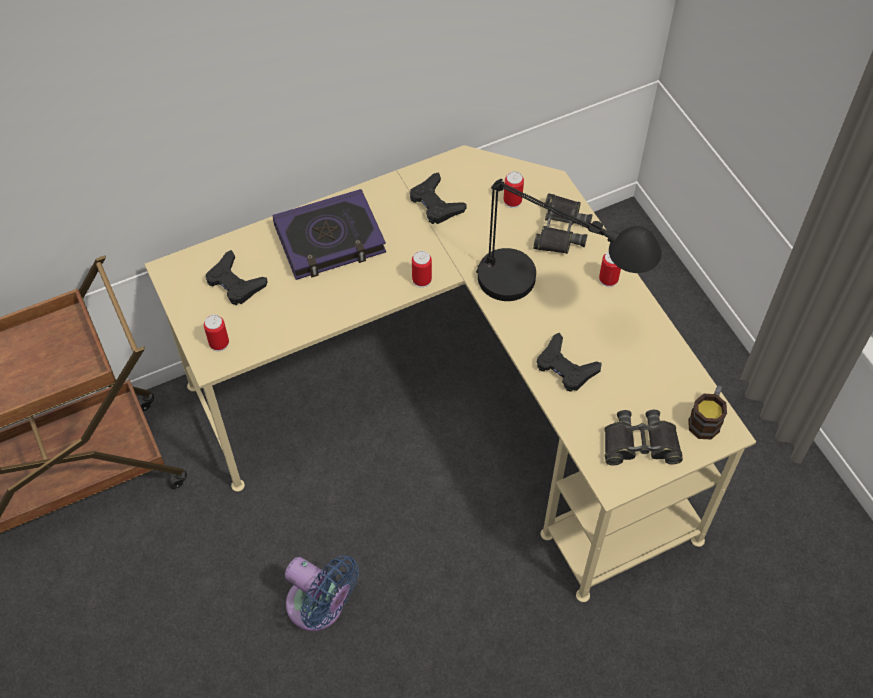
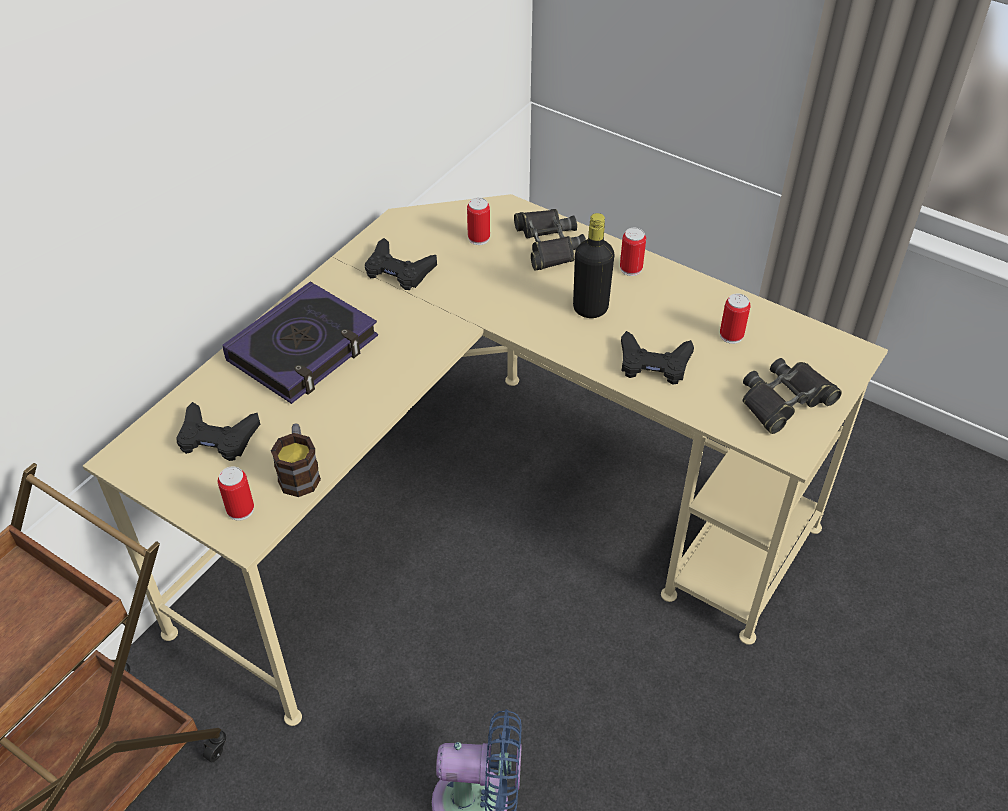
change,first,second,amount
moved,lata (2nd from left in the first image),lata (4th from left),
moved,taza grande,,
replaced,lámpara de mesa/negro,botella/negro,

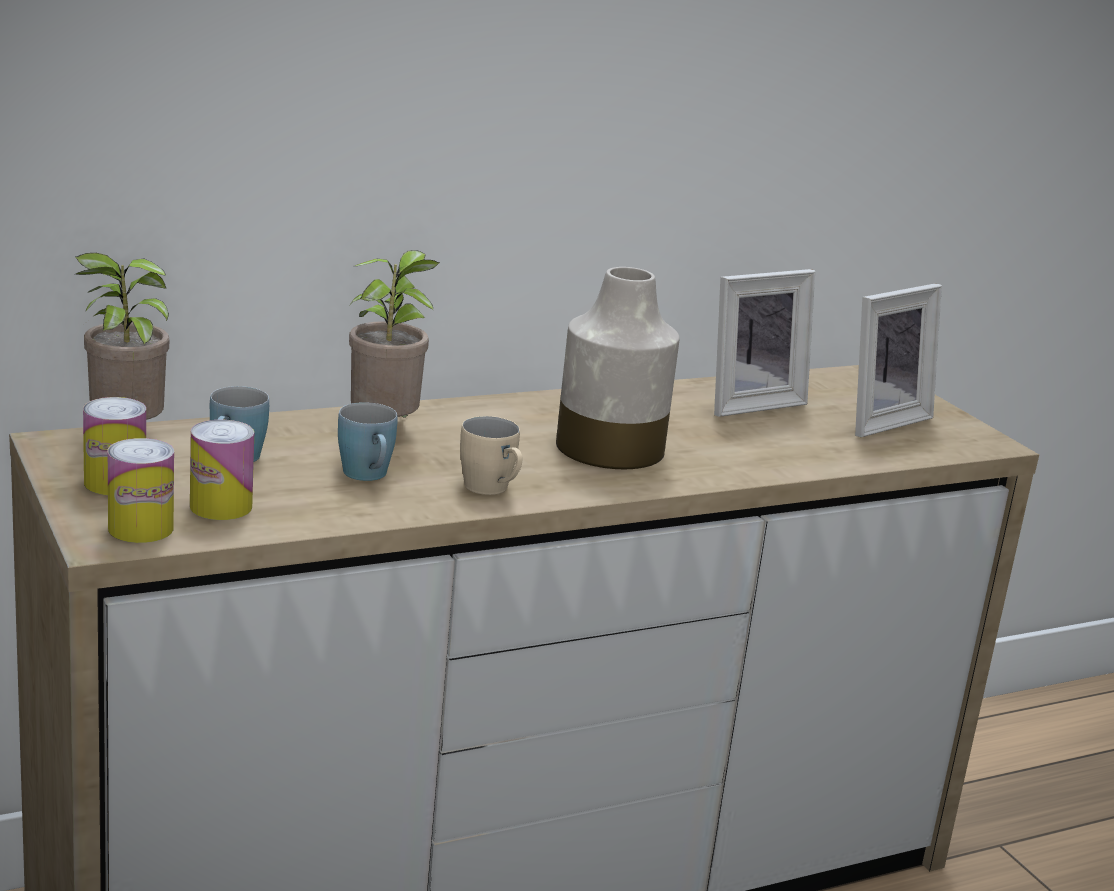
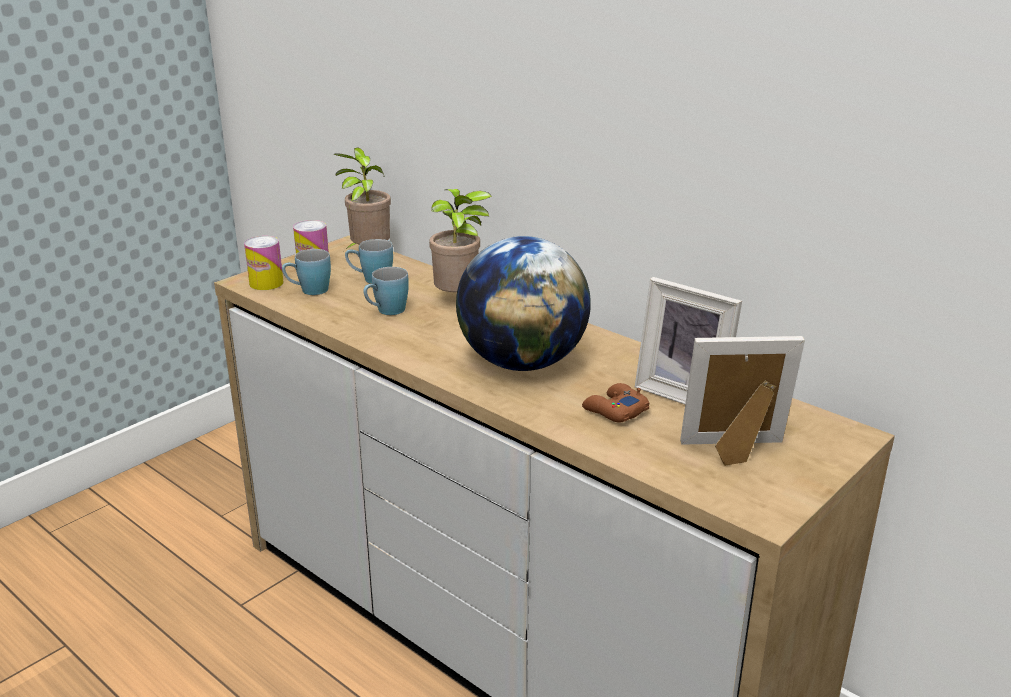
change,first,second,amount
removed,taza grande/beis,,
added,,mando de consola/marrón,
replaced,lata (3rd from left),taza grande/azul (1st from left),
replaced,florero/beis,globo terráqueo,
turned,portarretratos (2nd from left),,150 degrees clockwise

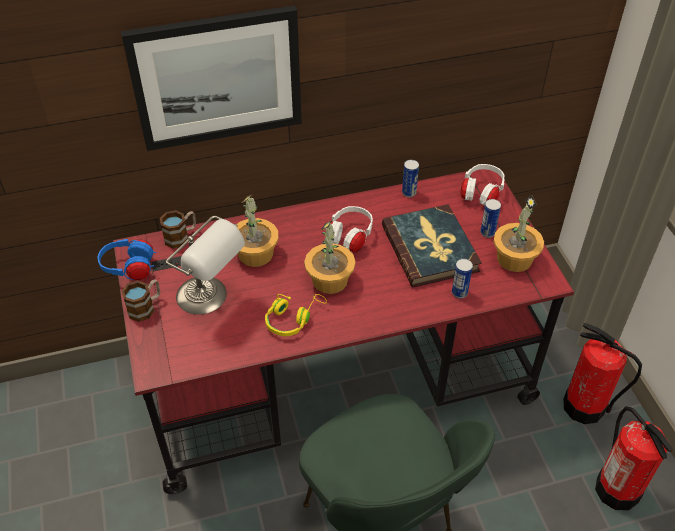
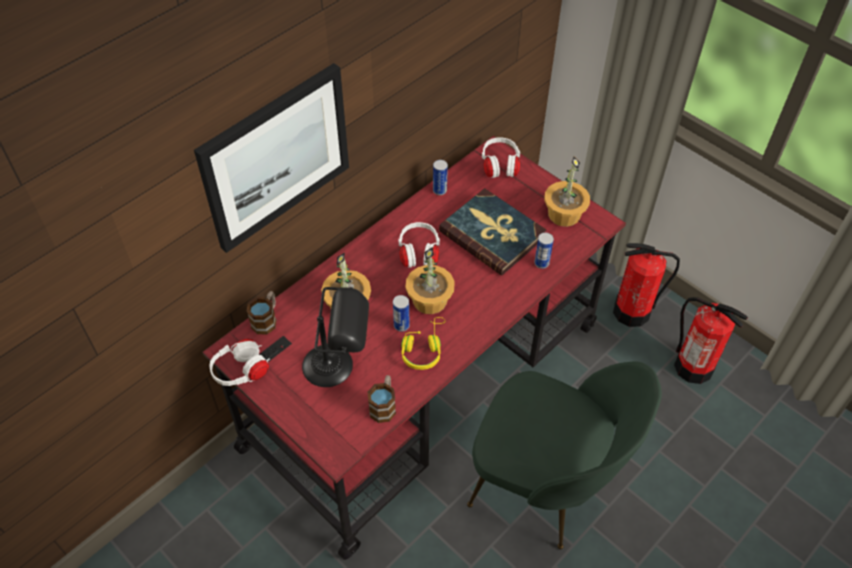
change,first,second,amount
moved,taza grande (1st from left in the first image),taza grande (2nd from left),
moved,lata (3rd from left in the first image),lata (1st from left),
recoloured,auriculares/azul,auriculares/blanco (1st from left),
recoloured,lámpara de mesa/blanco,lámpara de mesa/negro,

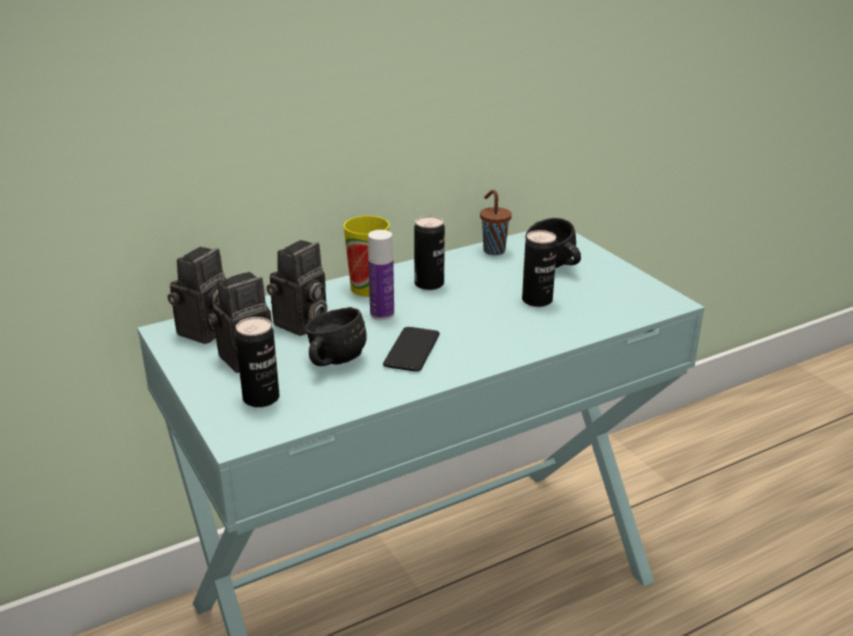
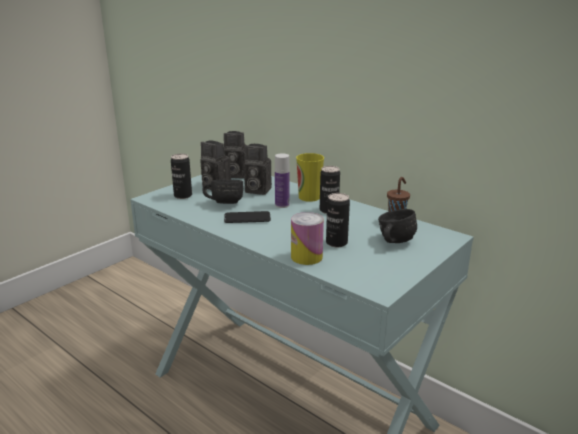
change,first,second,amount
added,,lata (2nd from left),

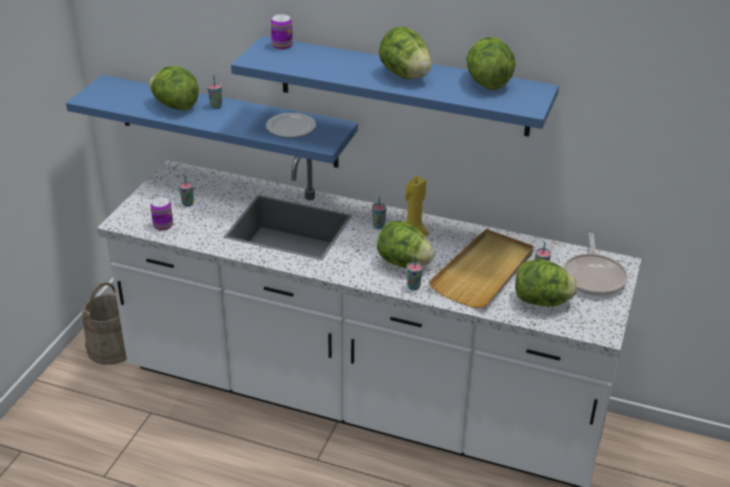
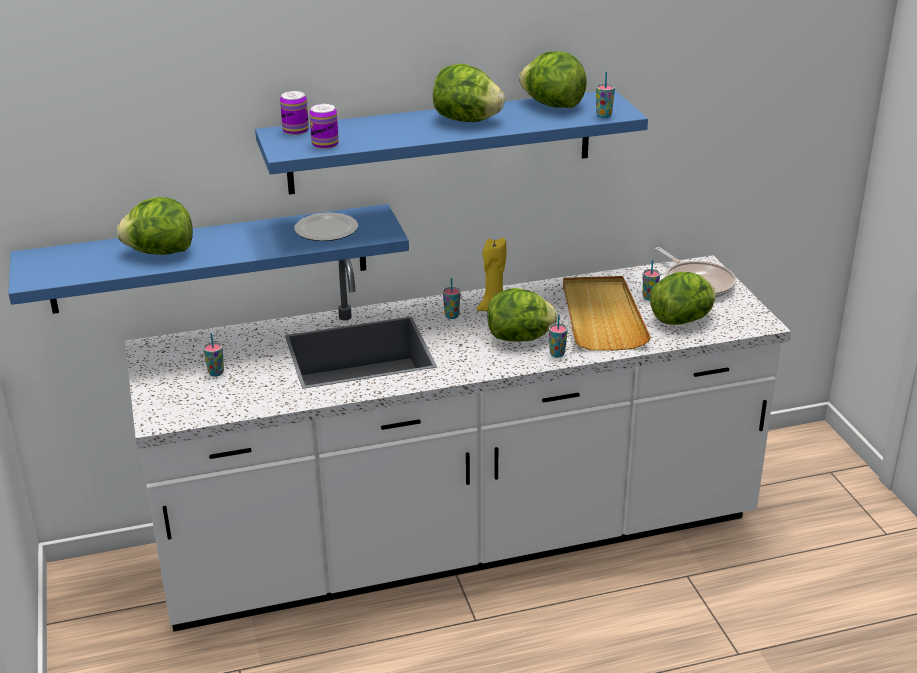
change,first,second,amount
removed,cubo/beis,,
moved,lata (1st from left in the first image),lata (2nd from left),
moved,taza (2nd from left in the first image),taza (4th from left),

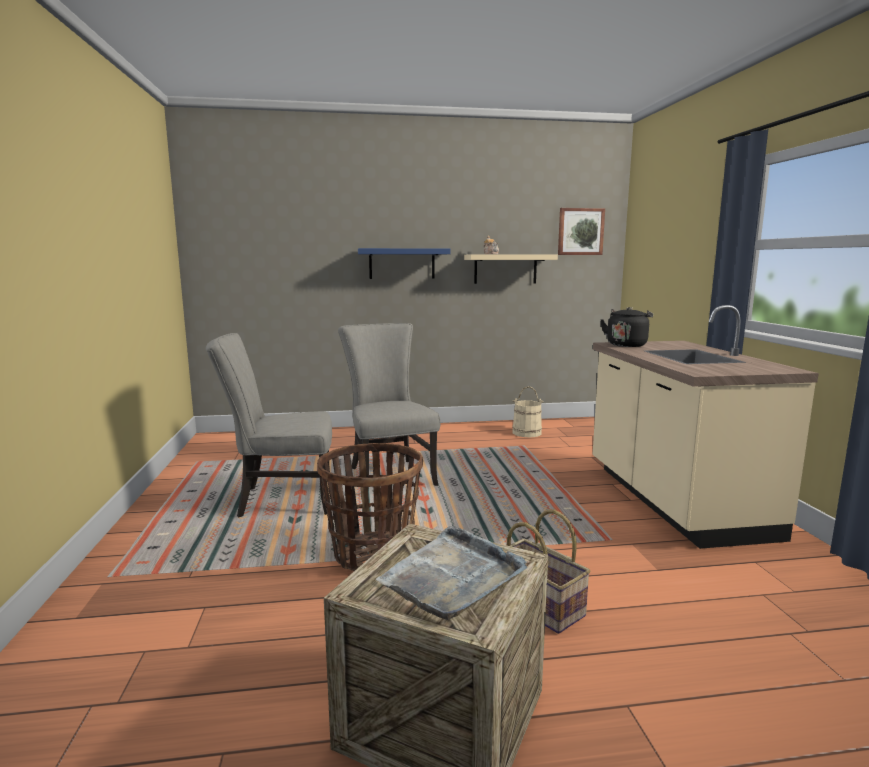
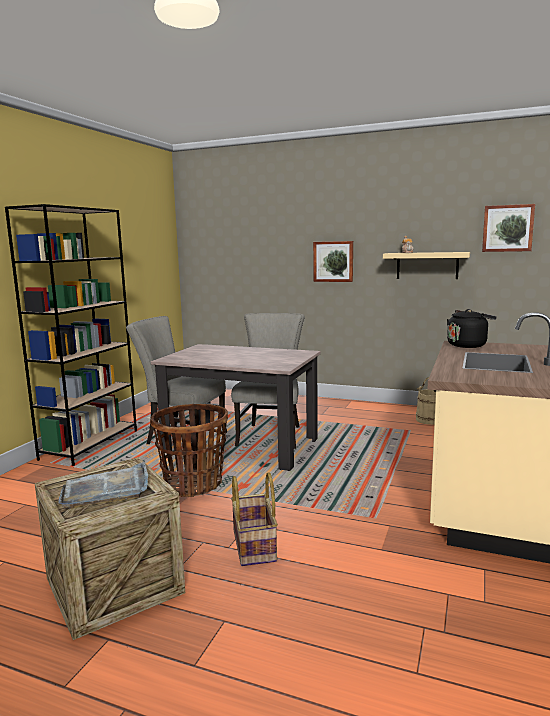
change,first,second,amount
added,,estantería/beis,
added,,mesa de comedor/beis,
replaced,estante/azul,cuadro (1st from left),

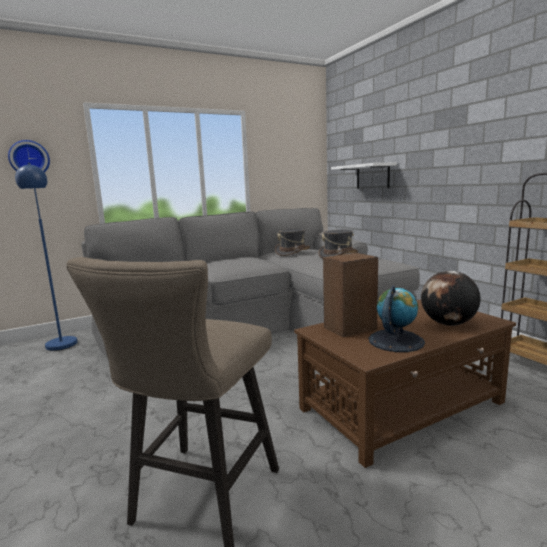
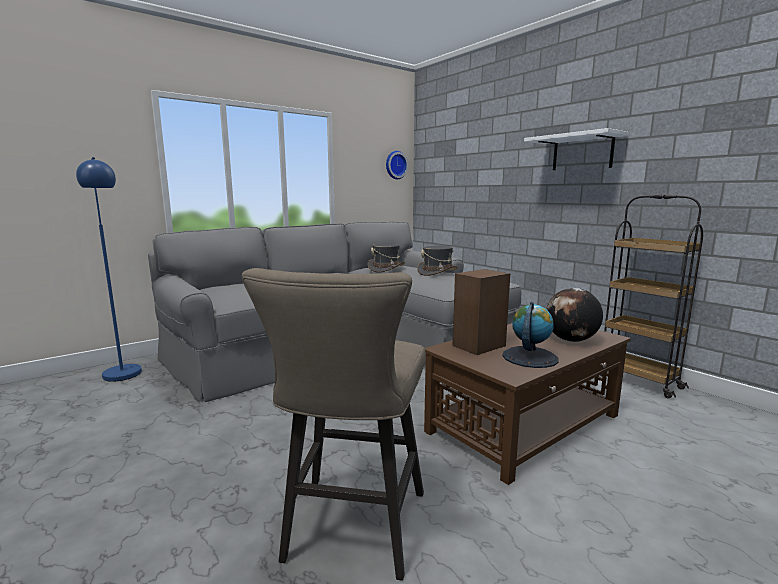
change,first,second,amount
moved,reloj de pared,,
moved,estante/blanco,,

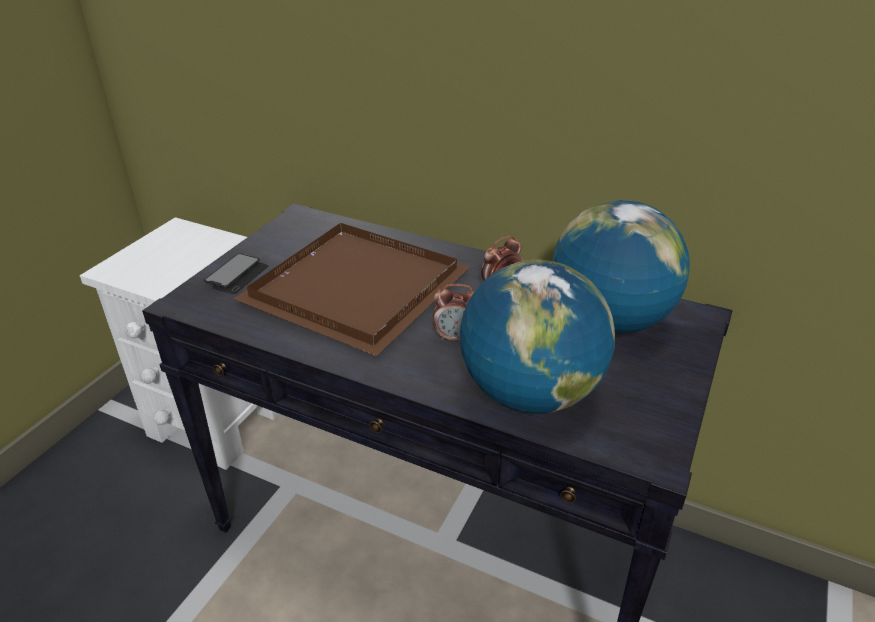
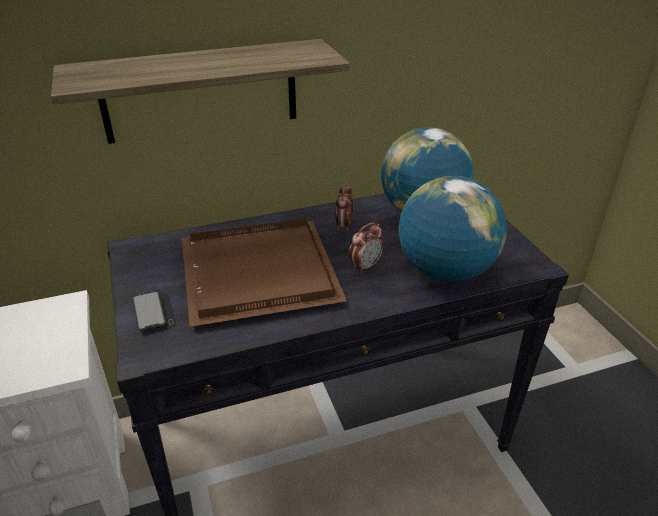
change,first,second,amount
added,,estante,

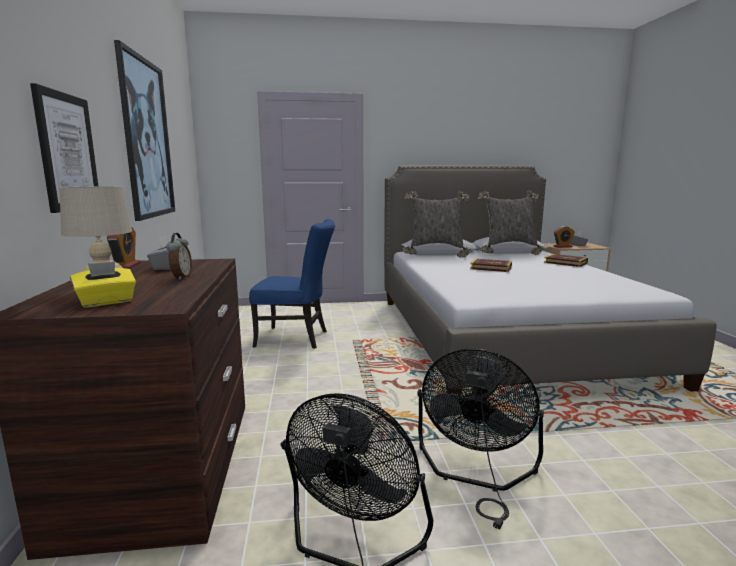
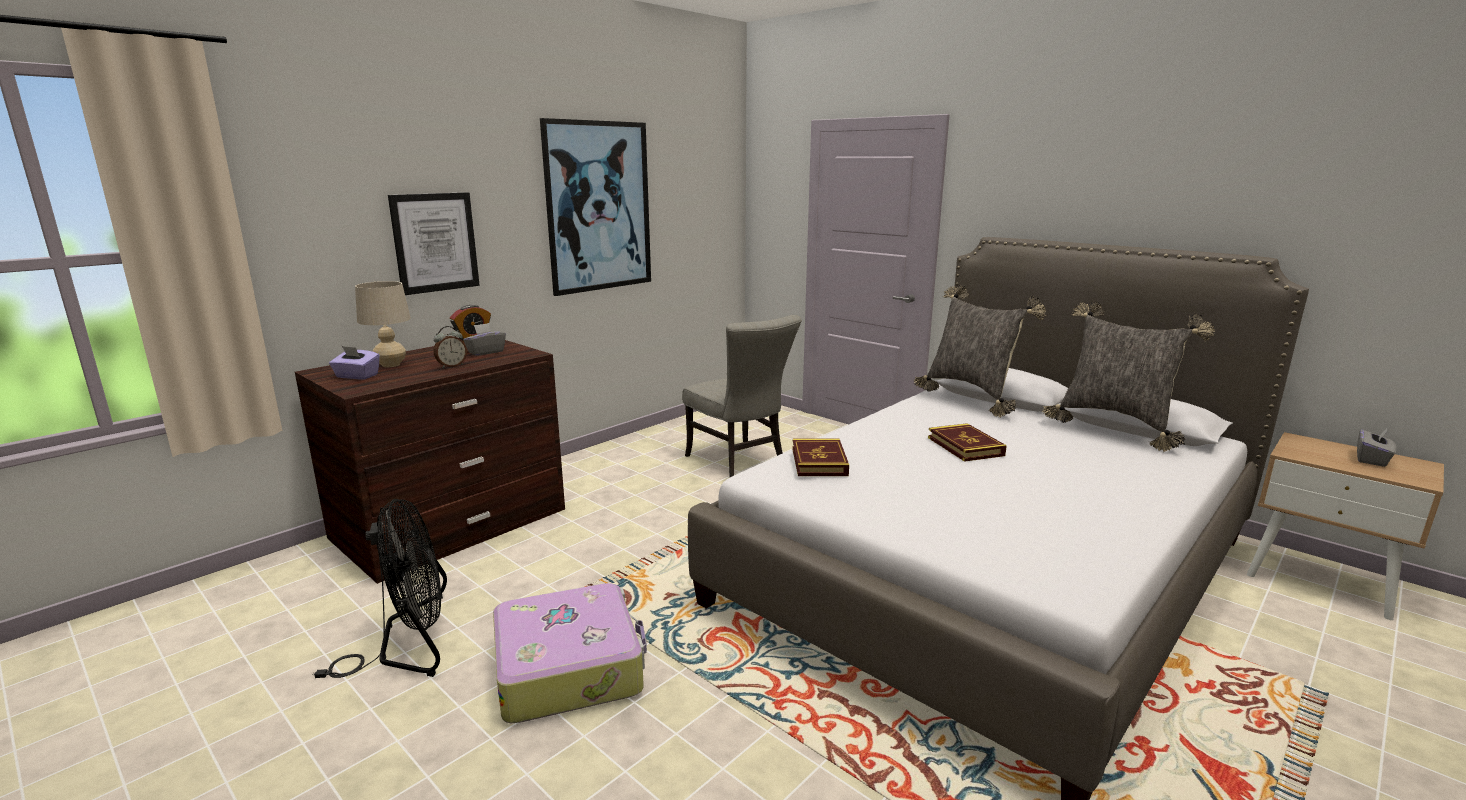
change,first,second,amount
removed,despertador (3rd from left),,
moved,libro (2nd from left in the first image),libro (1st from left),
replaced,ventilador/negro (2nd from left),maleta,
recoloured,caja de pañuelos/amarillo,caja de pañuelos/morado,
recoloured,silla/azul,silla/gris,

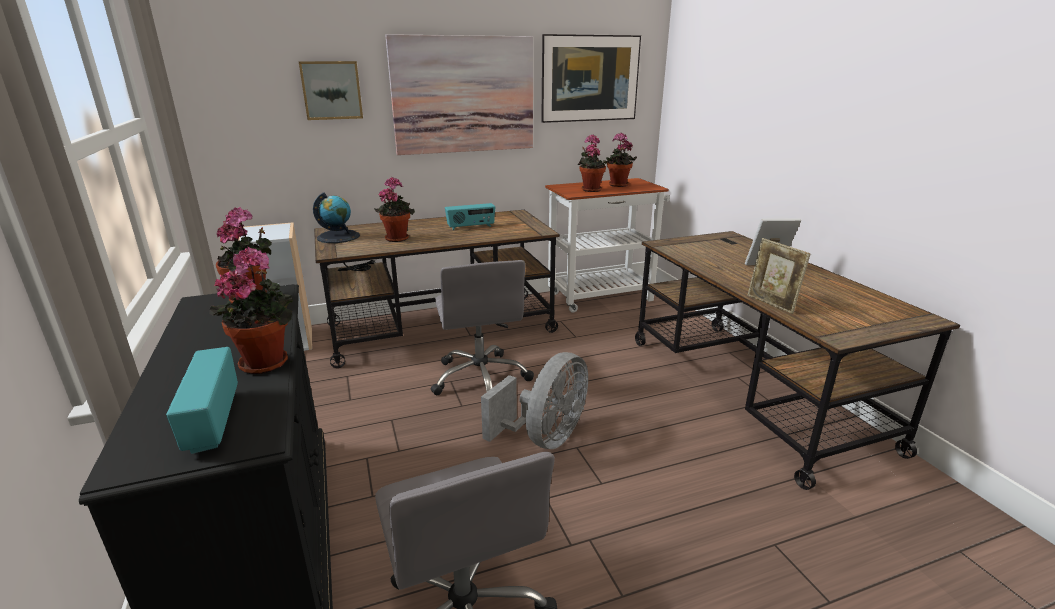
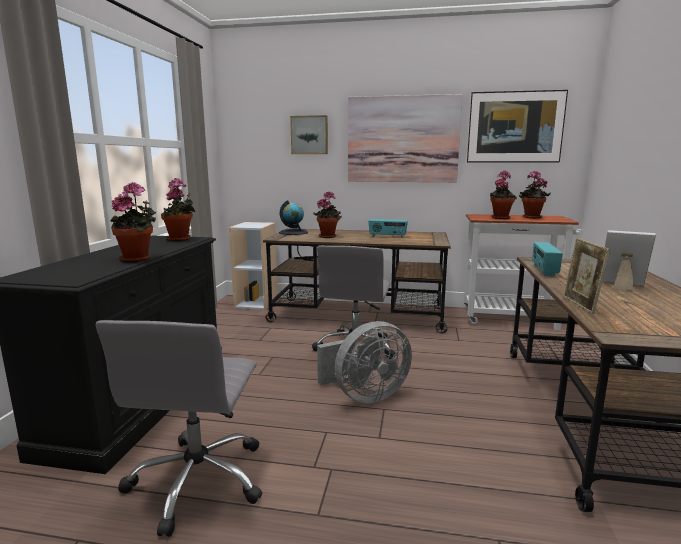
change,first,second,amount
moved,radio (1st from left in the first image),radio (2nd from left),

